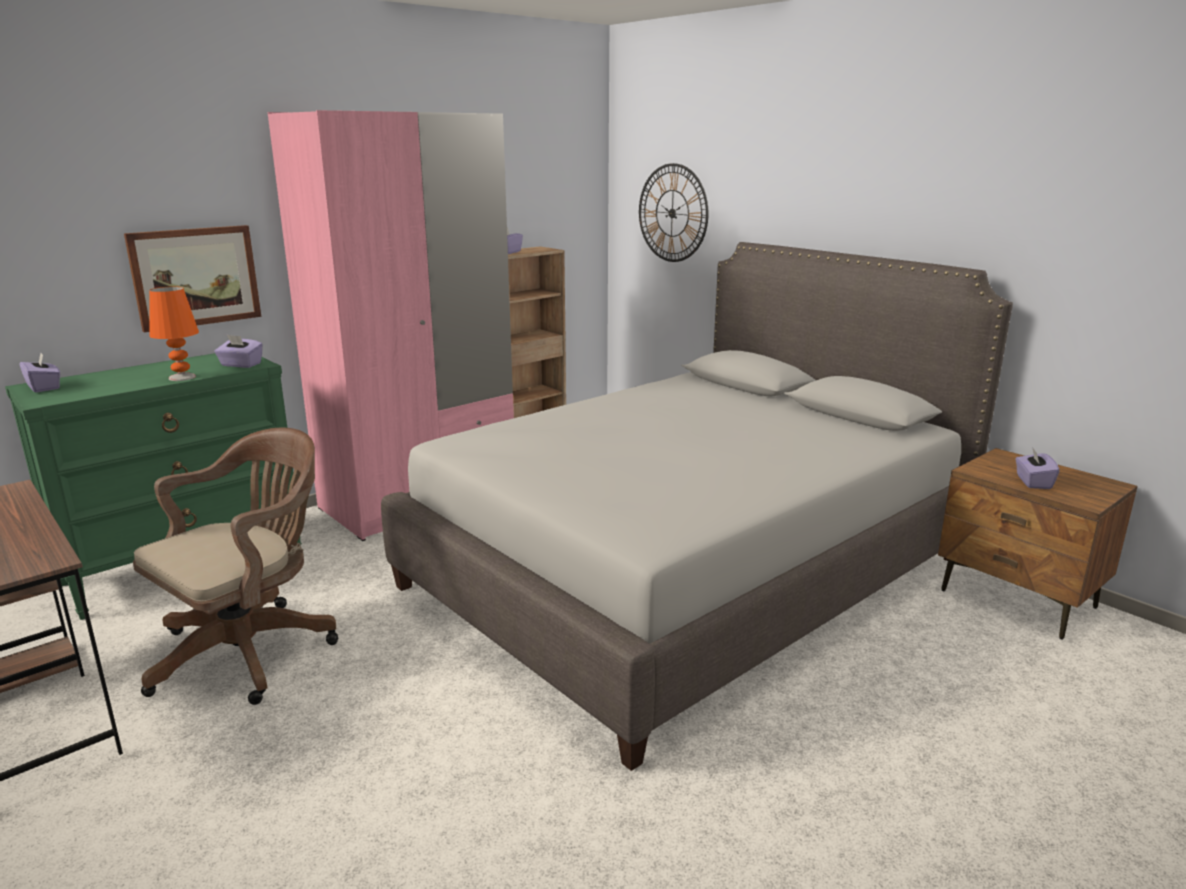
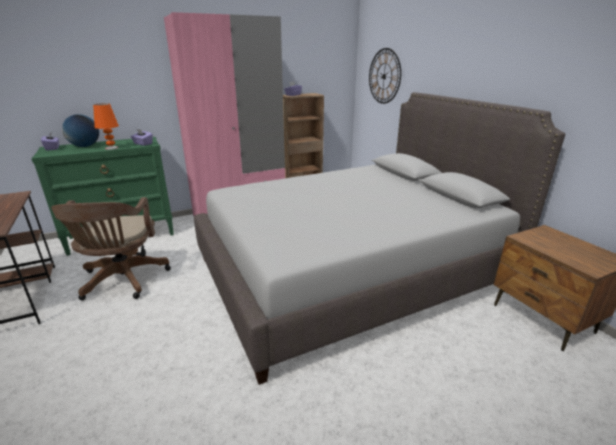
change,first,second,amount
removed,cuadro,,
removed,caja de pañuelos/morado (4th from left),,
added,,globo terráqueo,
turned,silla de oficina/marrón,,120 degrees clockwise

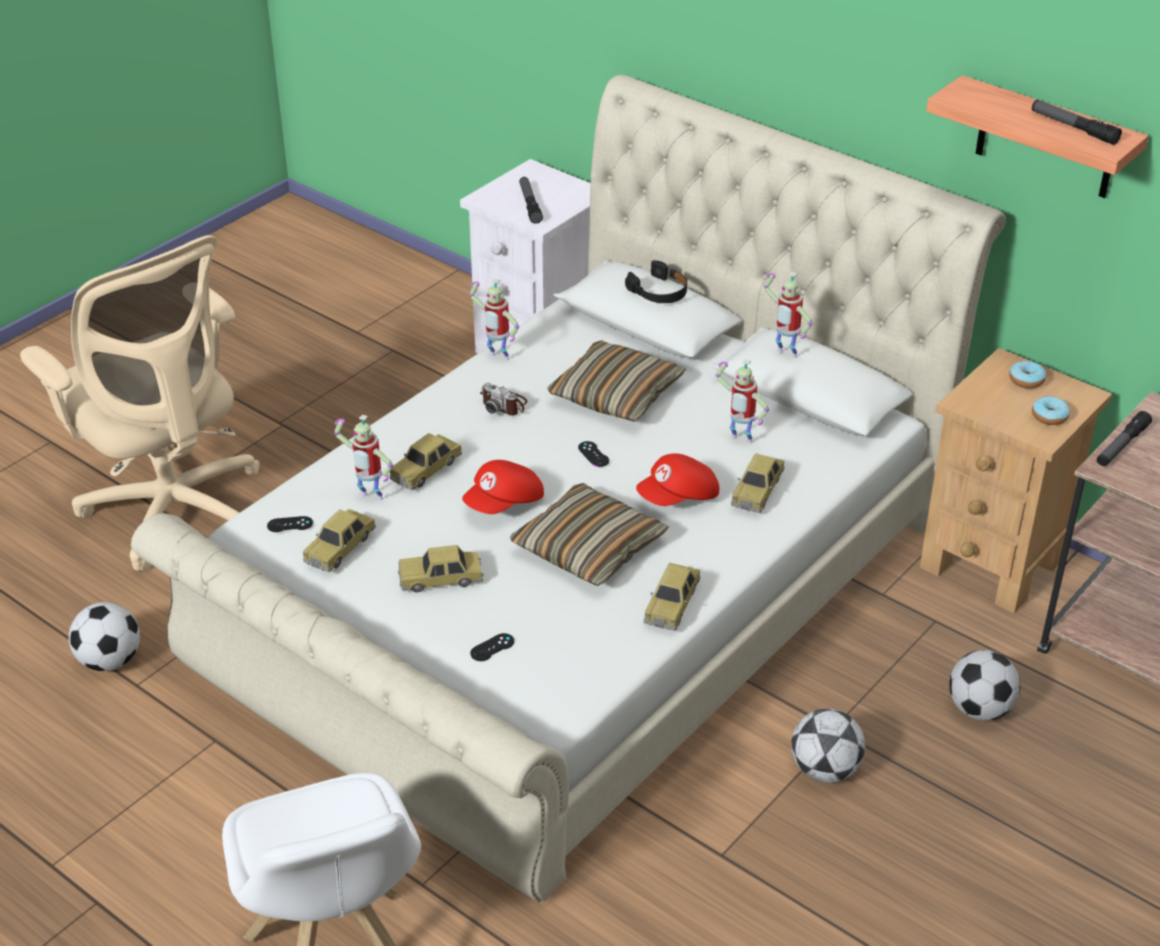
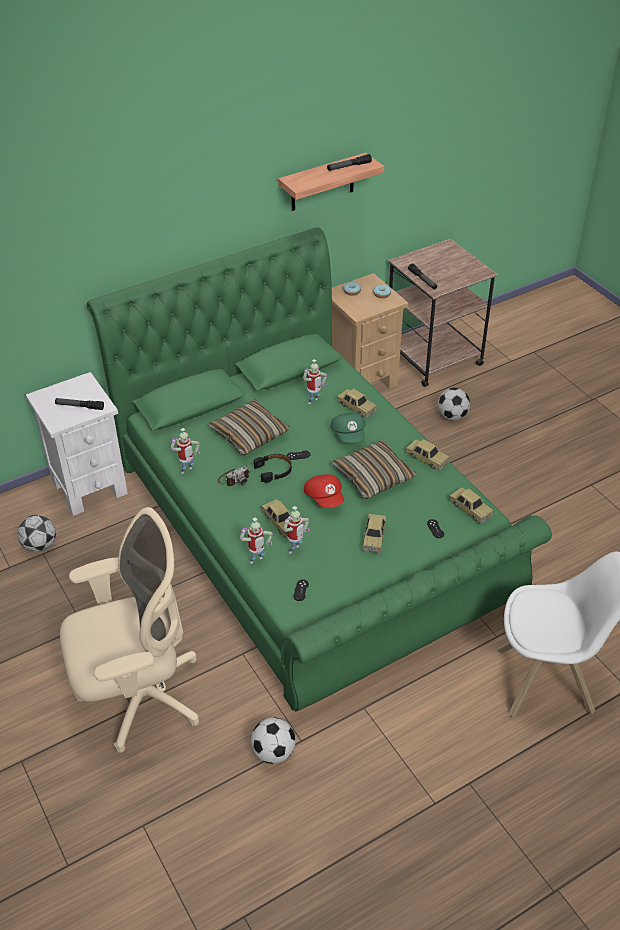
change,first,second,amount
moved,coche de juguete (1st from left in the first image),coche de juguete (5th from left),
moved,auriculares/negro,,
moved,robot de juguete (4th from left in the first image),robot de juguete (2nd from left),
moved,balón de fútbol (2nd from left in the first image),balón de fútbol (1st from left),
recoloured,cama/beis,cama/verde,
recoloured,gorra/rojo (2nd from left),gorra/verde,

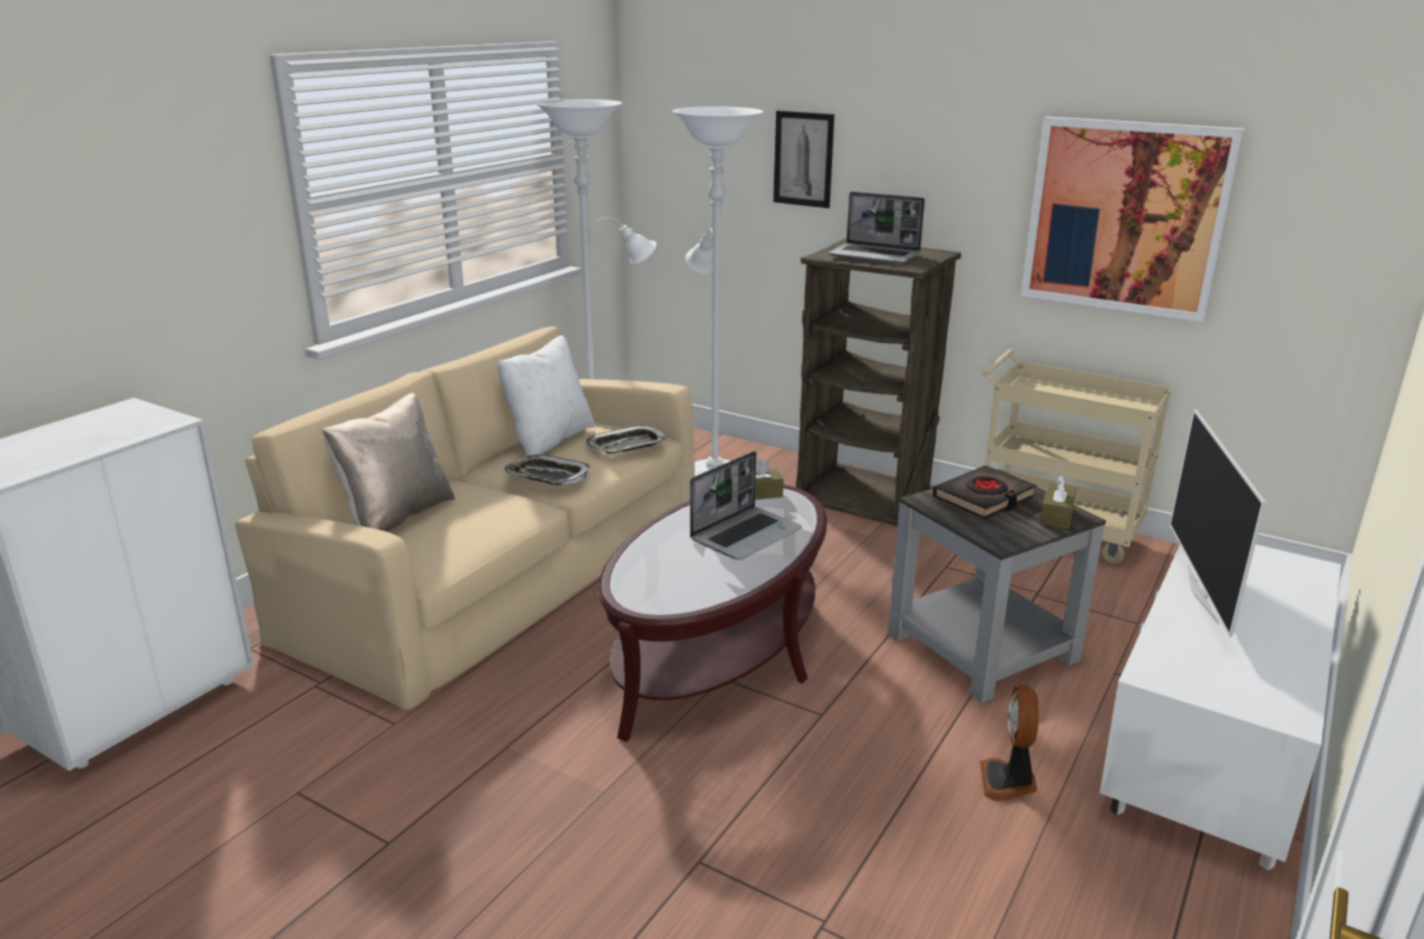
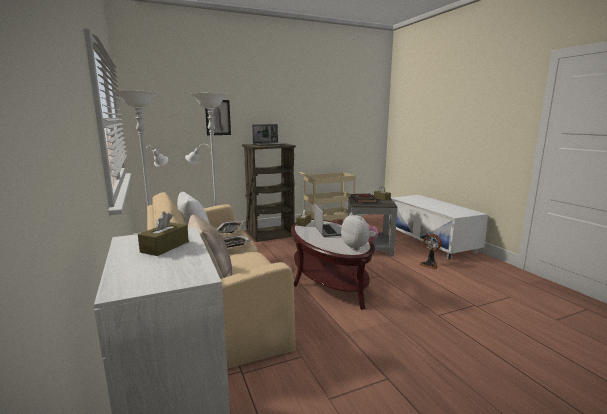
change,first,second,amount
removed,cuadro (2nd from left),,
removed,televisor,,
added,,caja de pañuelos/marrón (1st from left),
added,,peluche,

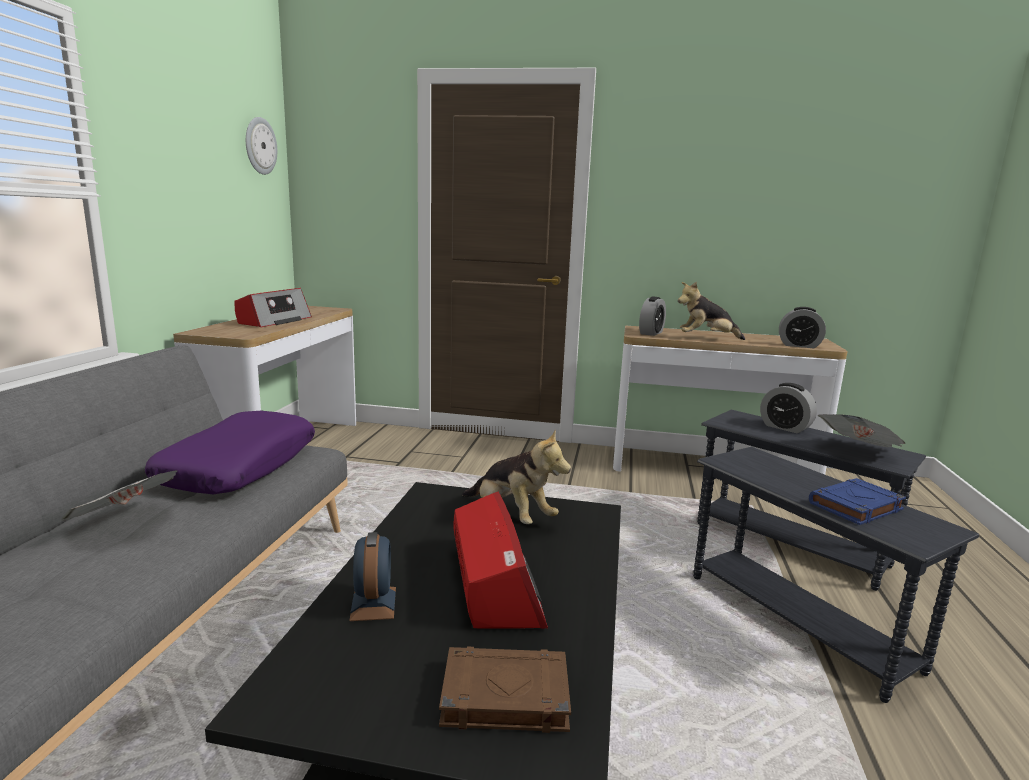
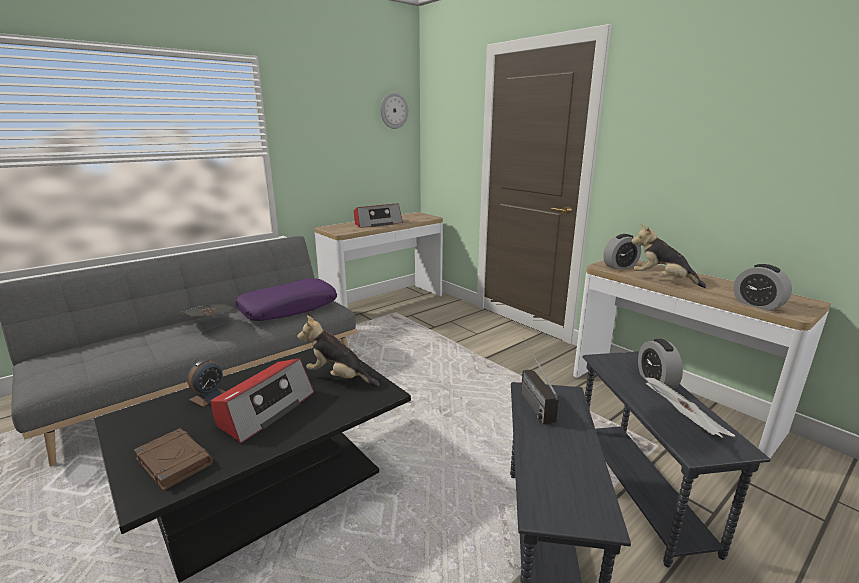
change,first,second,amount
removed,libro/azul,,
added,,radio (3rd from left),
turned,peluche (1st from left),,120 degrees clockwise

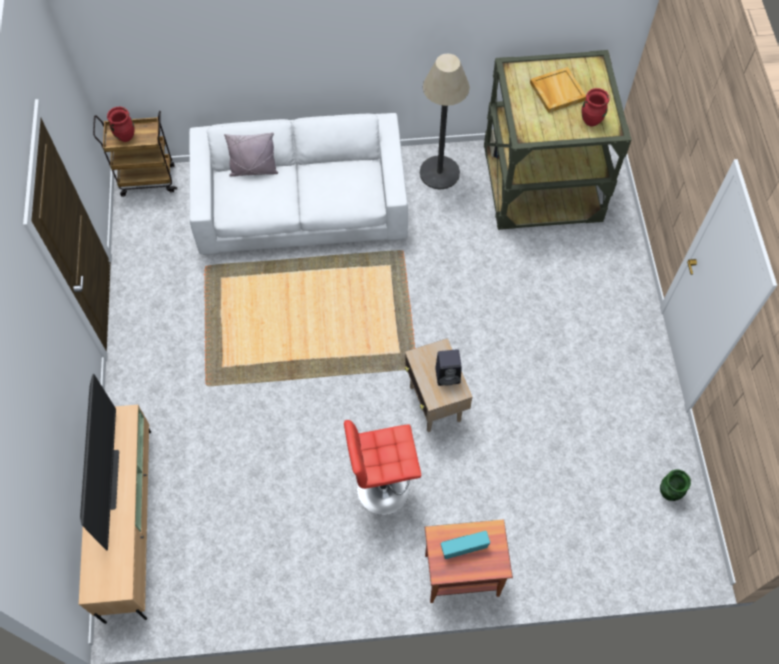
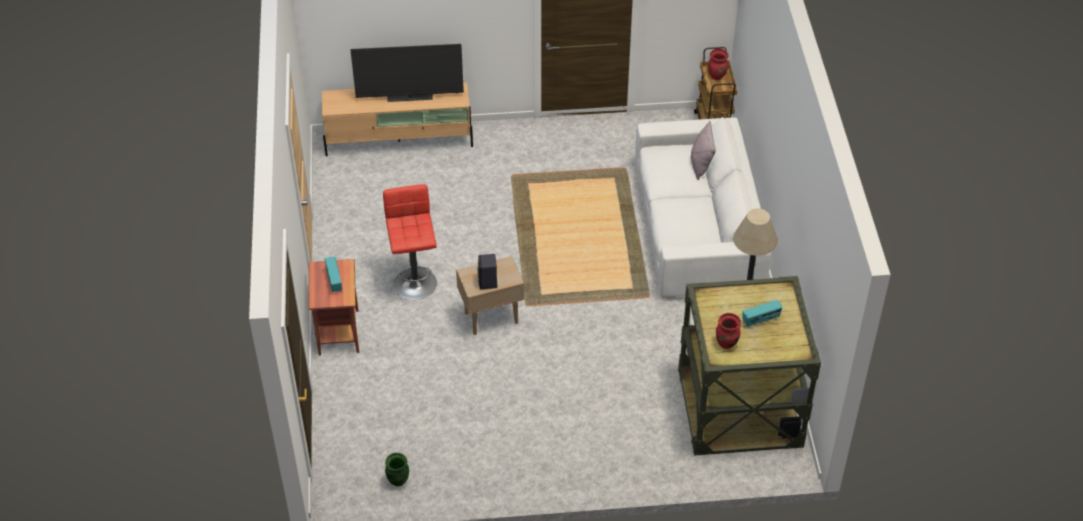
change,first,second,amount
replaced,bandeja/beis,radio (2nd from left),

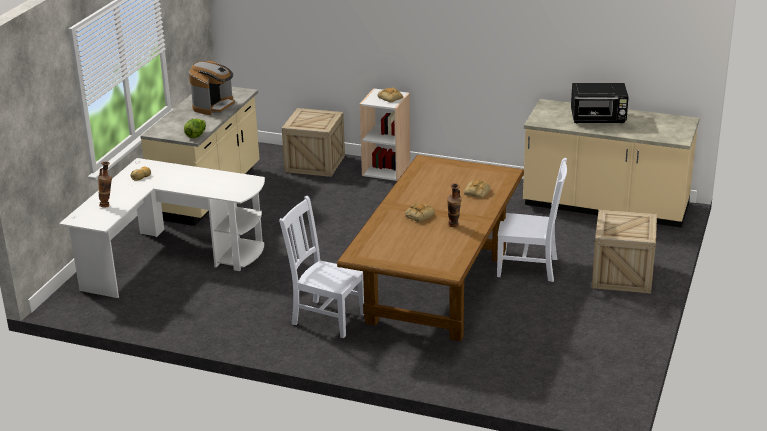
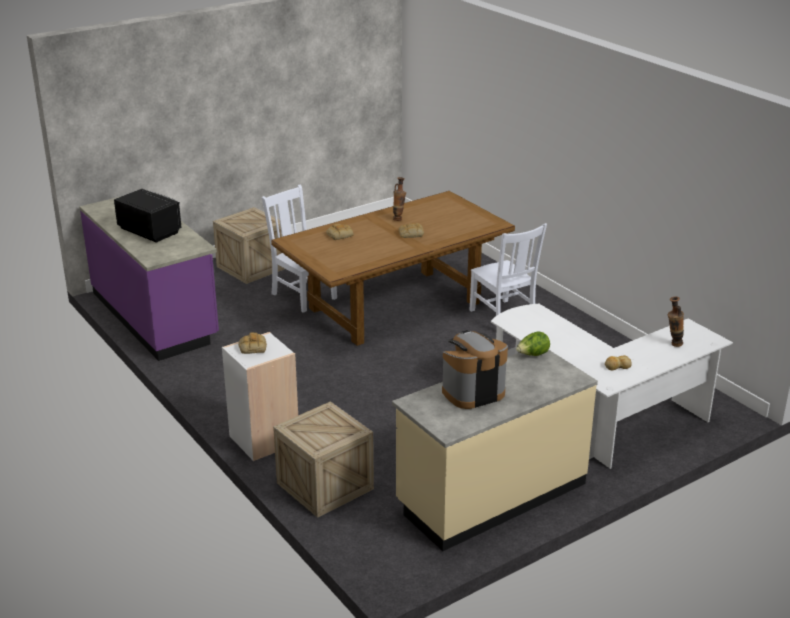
change,first,second,amount
recoloured,mueble bajo de cocina/beis (2nd from left),mueble bajo de cocina/morado,

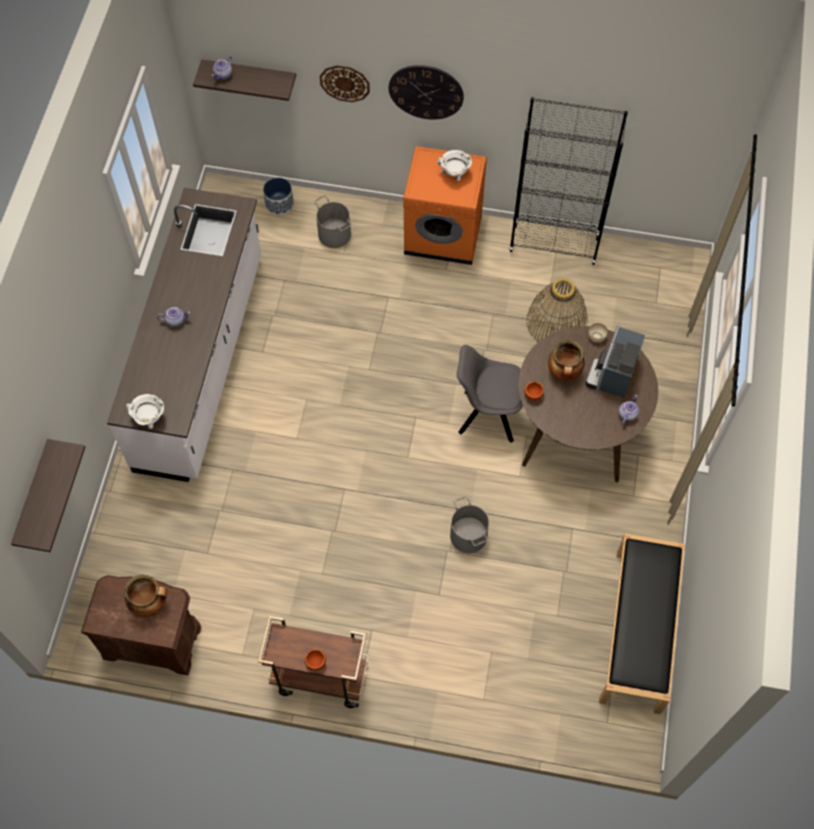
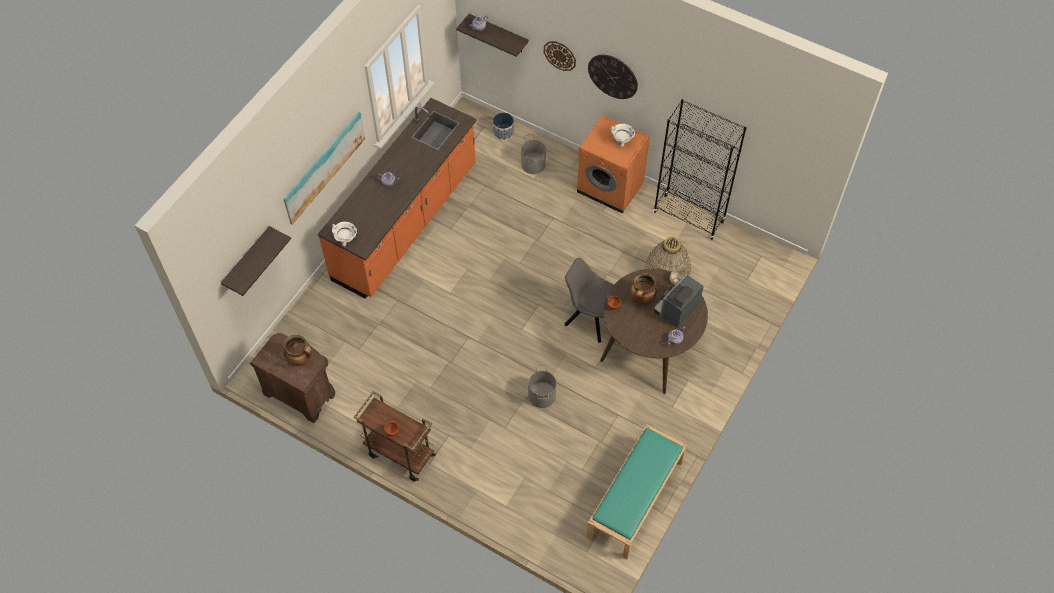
change,first,second,amount
added,,cuadro,
recoloured,mueble bajo de cocina/blanco,mueble bajo de cocina/naranja,
recoloured,banco/negro,banco/turquesa,

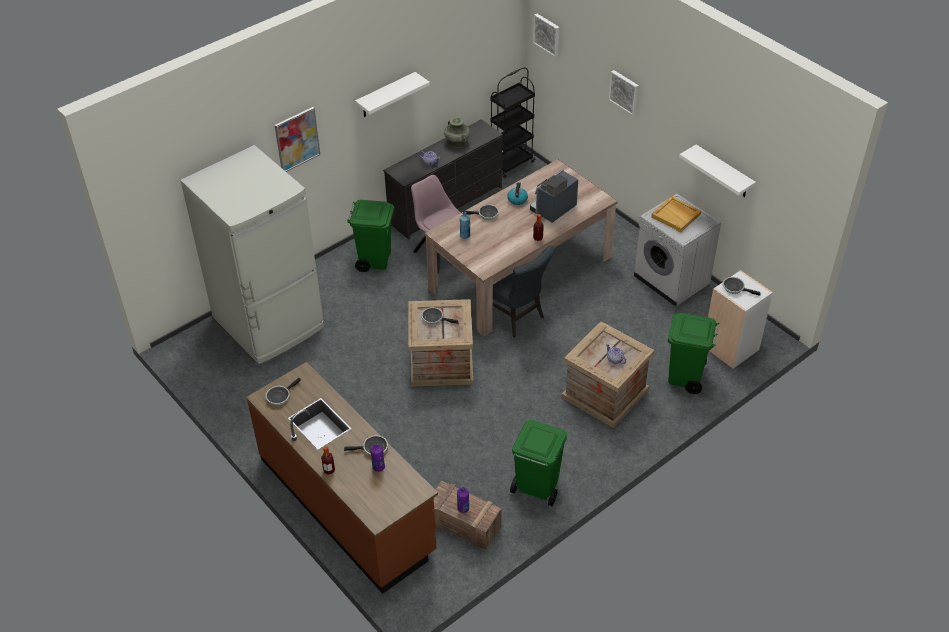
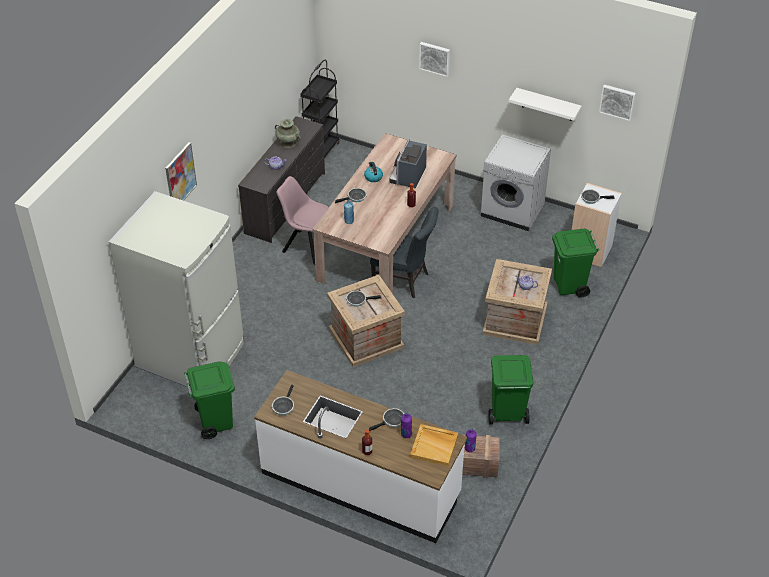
change,first,second,amount
removed,estante/blanco (1st from left),,
moved,papelera/verde (1st from left),,
moved,cuadro (2nd from left in the first image),cuadro (3rd from left),
moved,bandeja/beis,,
recoloured,mueble bajo de cocina/marrón,mueble bajo de cocina/blanco,

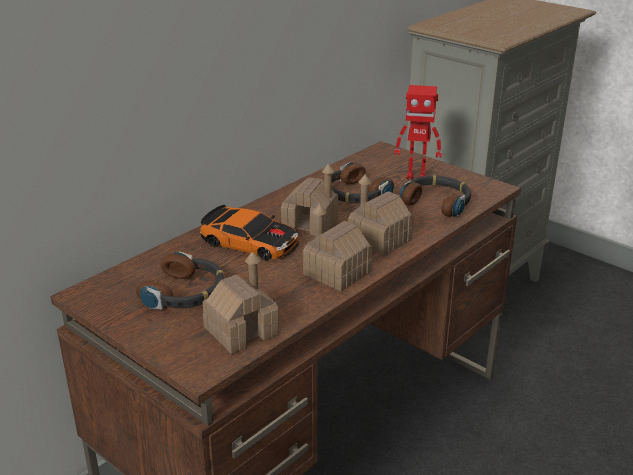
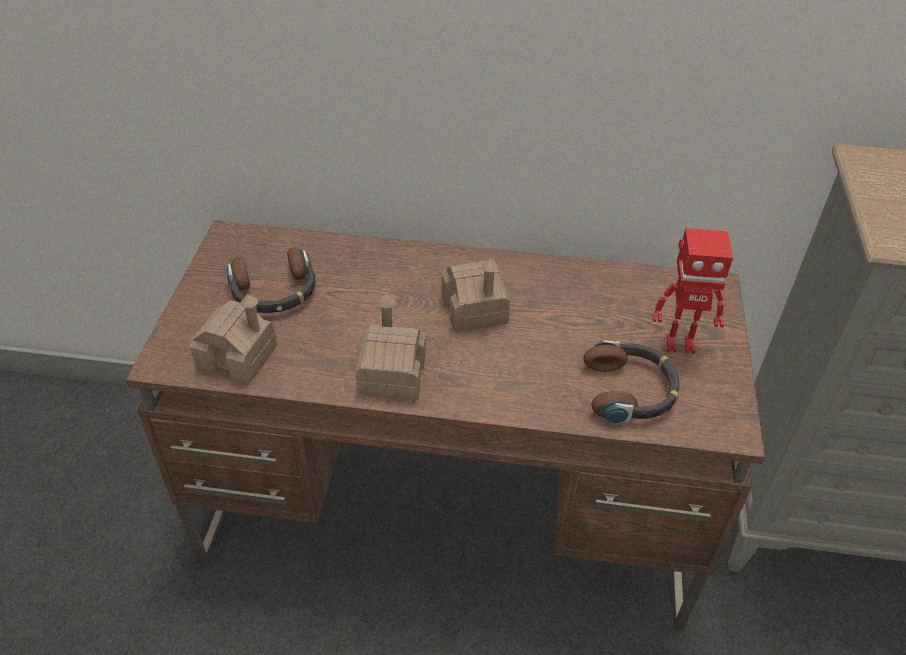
change,first,second,amount
removed,coche de juguete,,
removed,auriculares (2nd from left),,
removed,casita (4th from left),,
turned,robot de juguete,,60 degrees counterclockwise

